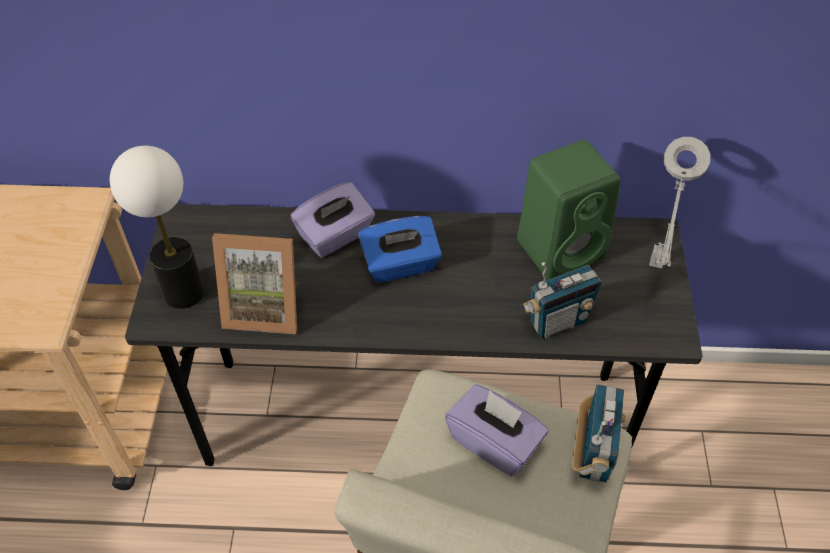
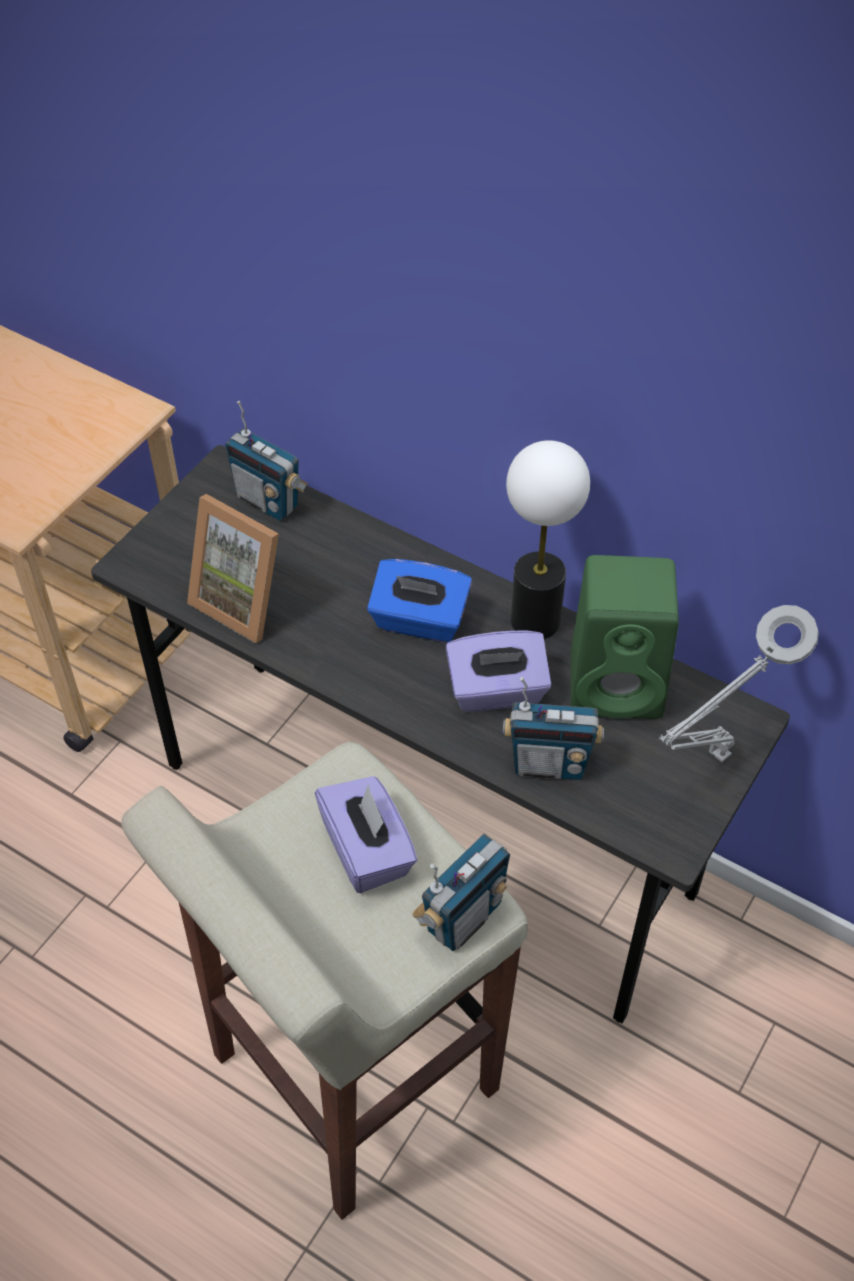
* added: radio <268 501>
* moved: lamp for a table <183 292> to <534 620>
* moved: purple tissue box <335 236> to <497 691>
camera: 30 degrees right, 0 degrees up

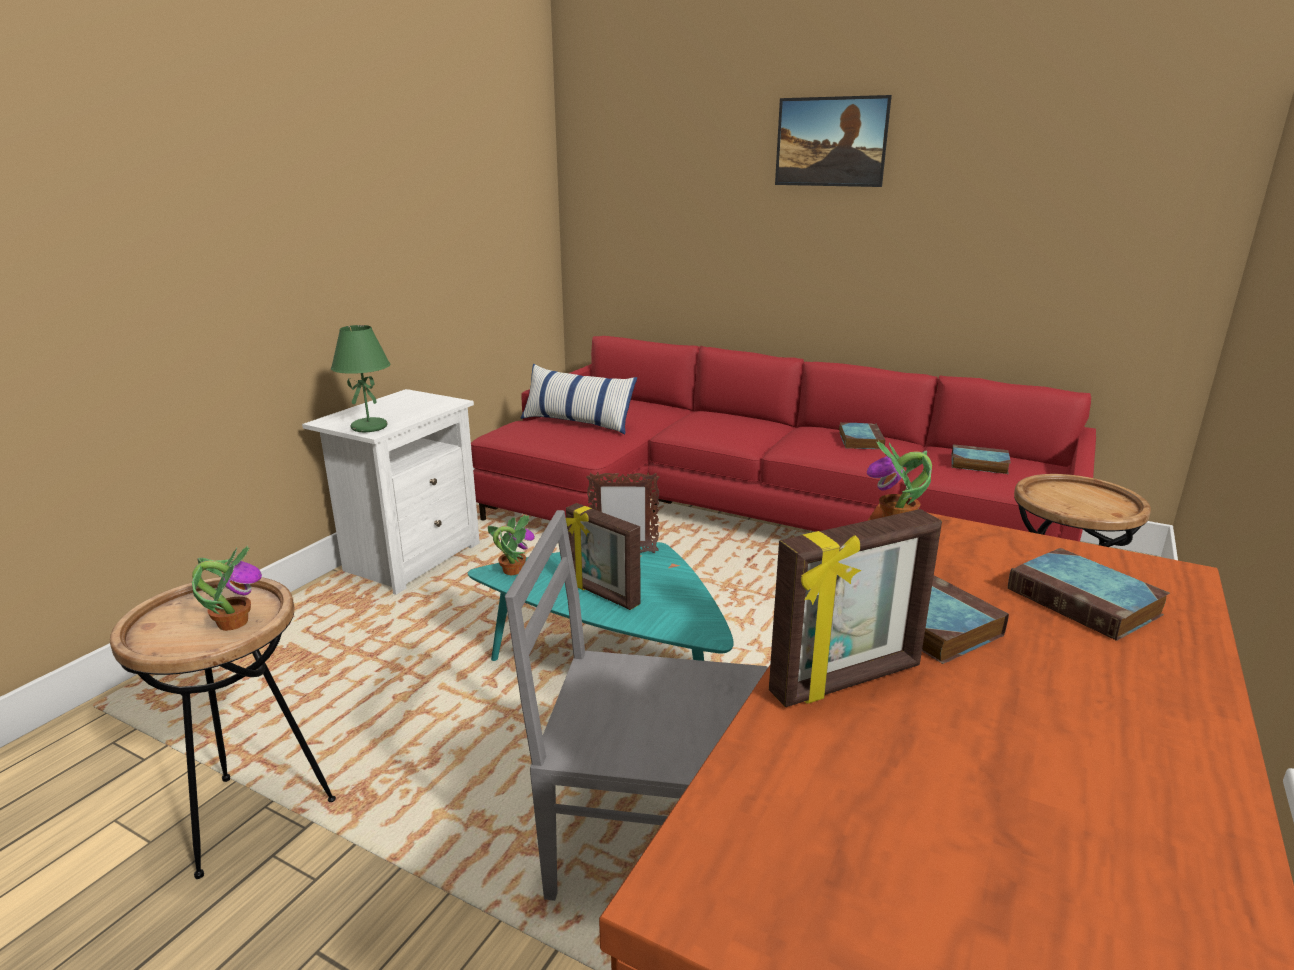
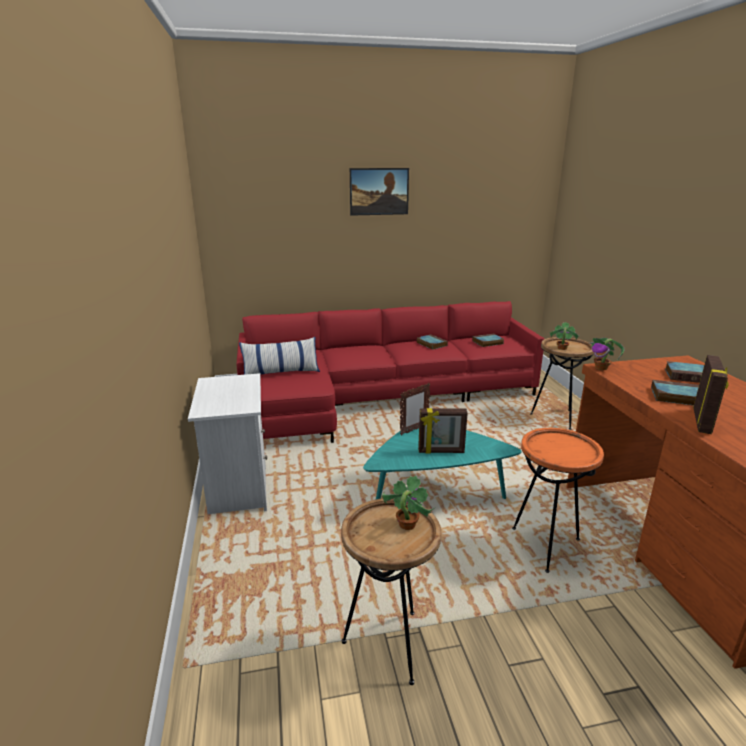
* removed: green-coloured lamp for a table <370 427>
* moved: houseplant <512 570> to <561 348>
* replaced: greyish plain chair <650 841> to orange-coloured side table <545 546>
camera: 40 degrees left, 0 degrees up

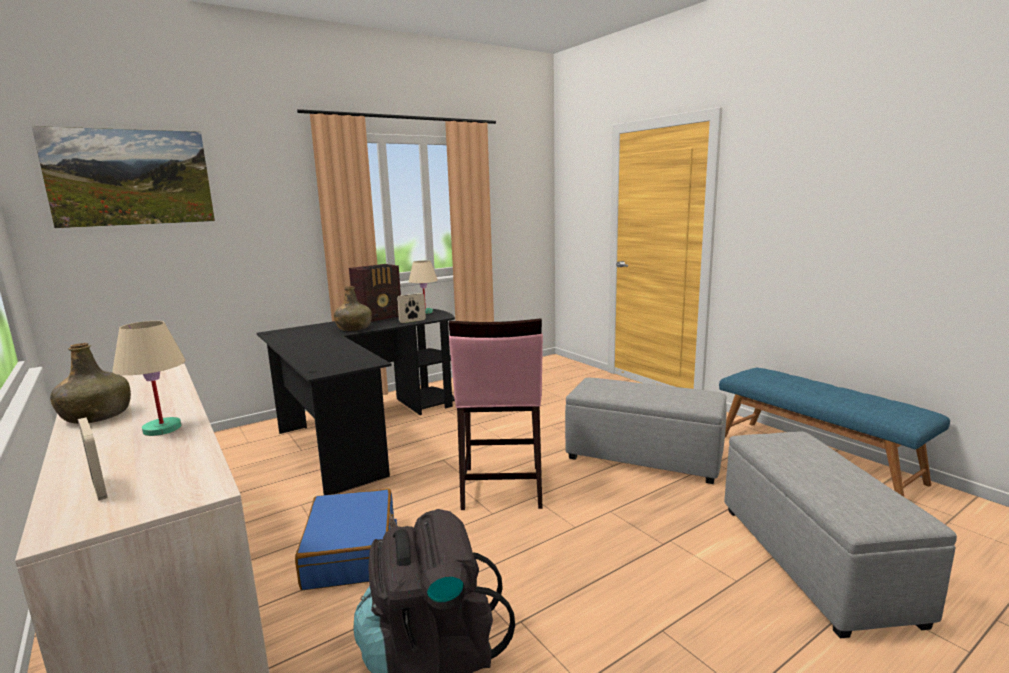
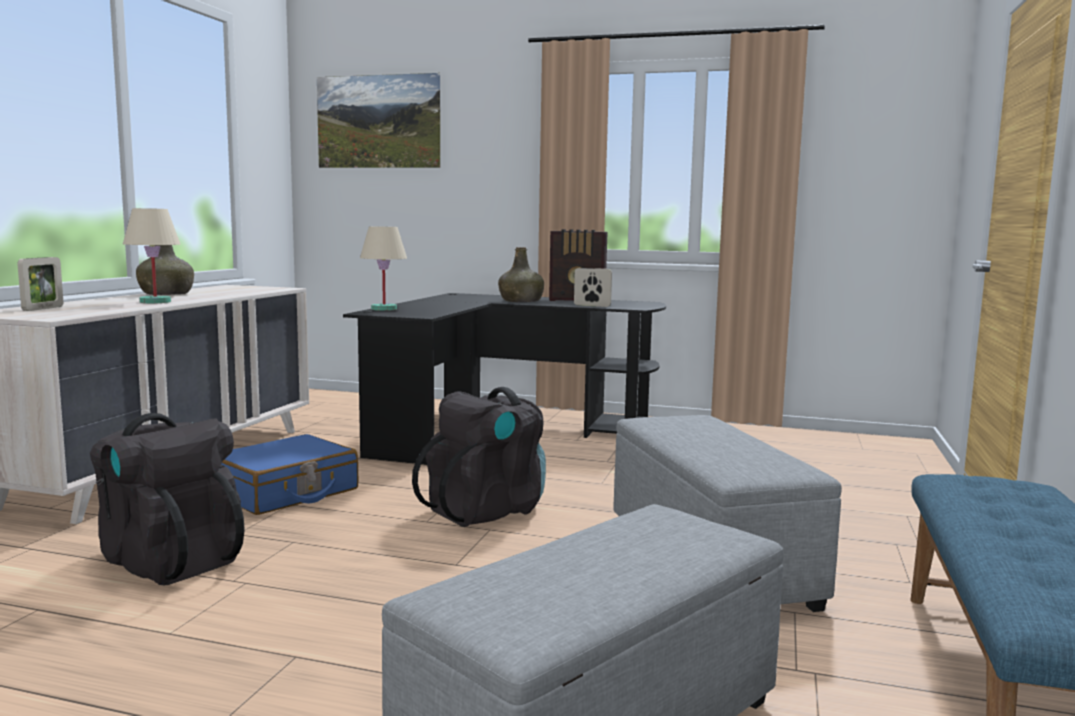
* moved: beige-coloured lamp for a table <425 312> to <384 309>
* replaced: pink-coloured sitting stool <501 487> to black backpack <486 510>
camera: 50 degrees right, 5 degrees down

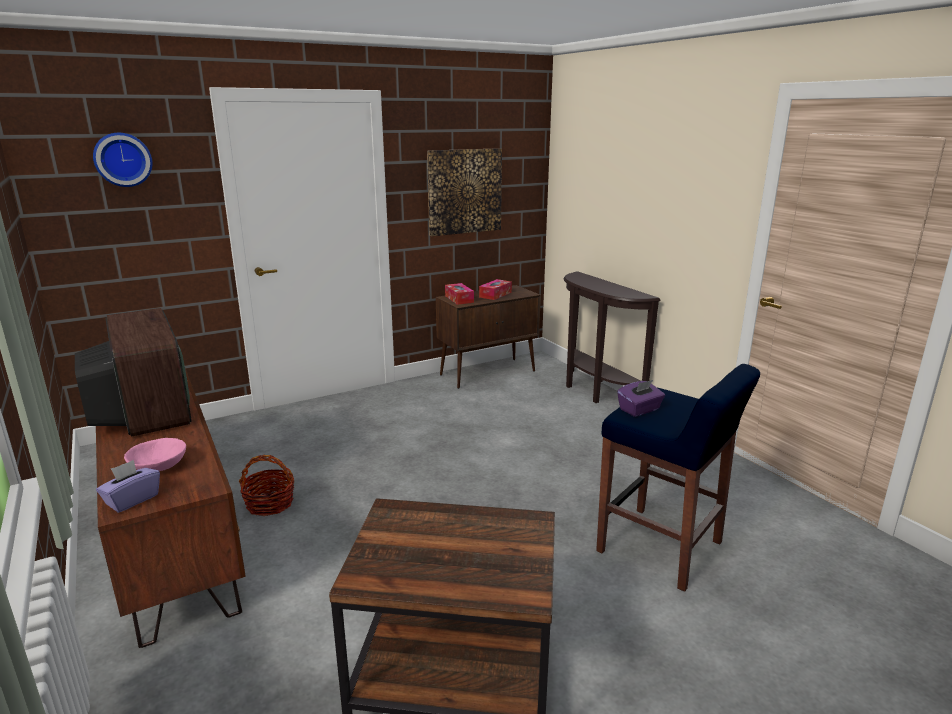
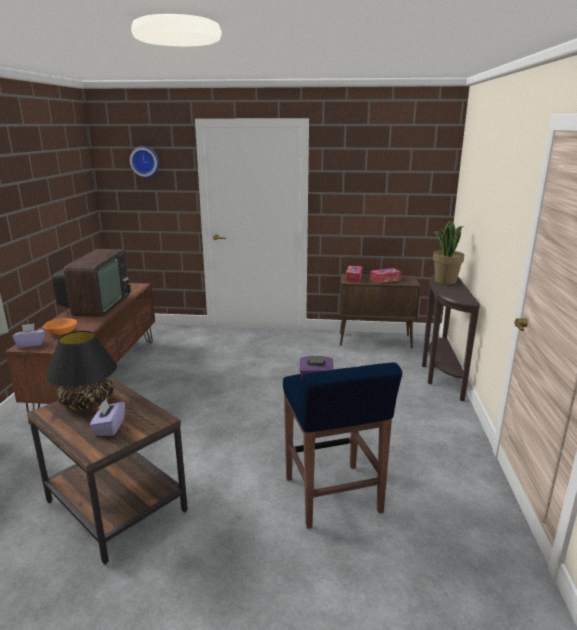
* removed: household basket <270 503>
* removed: picture <464 191>
* added: black lamp for a table <87 402>
* added: purple tissue box <109 428>
* added: houseplant <445 281>
* recoloured: pink-coloured deep dish <158 467> to orange-coloured deep dish <61 333>
camera: 35 degrees right, 0 degrees up

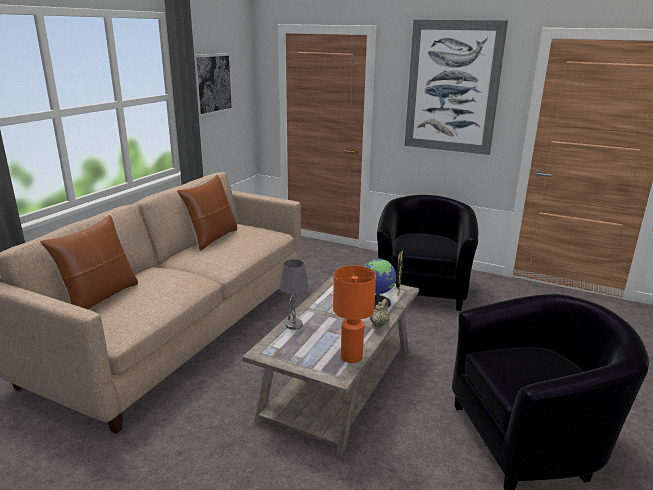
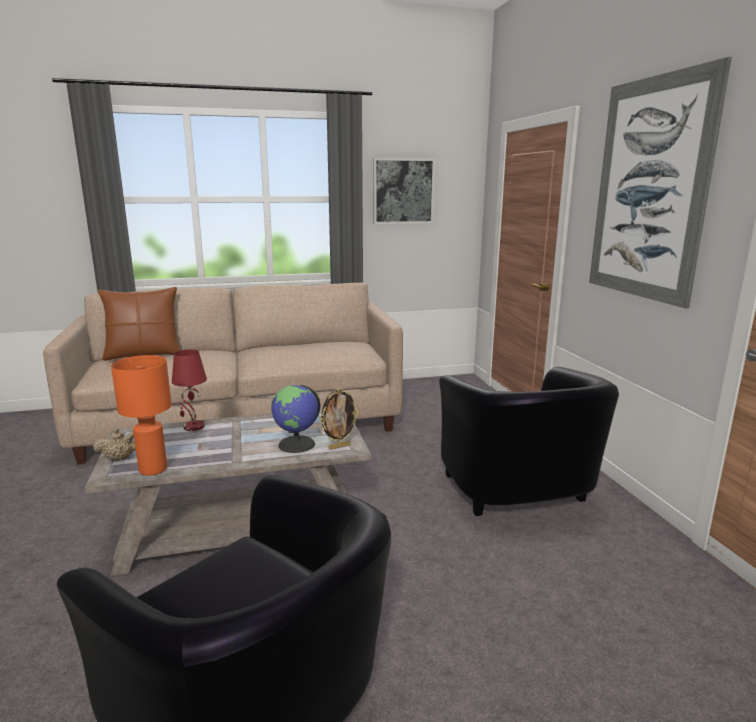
* removed: brown pillow <211 238>
* moved: beige-coloured pot for tea <379 324> to <121 458>
* recoloured: greyish lamp for a table <294 325> to red lamp for a table <193 427>
* turned: black armchair <422 289> = <519 495> 105 degrees clockwise
camera: 50 degrees right, 5 degrees down

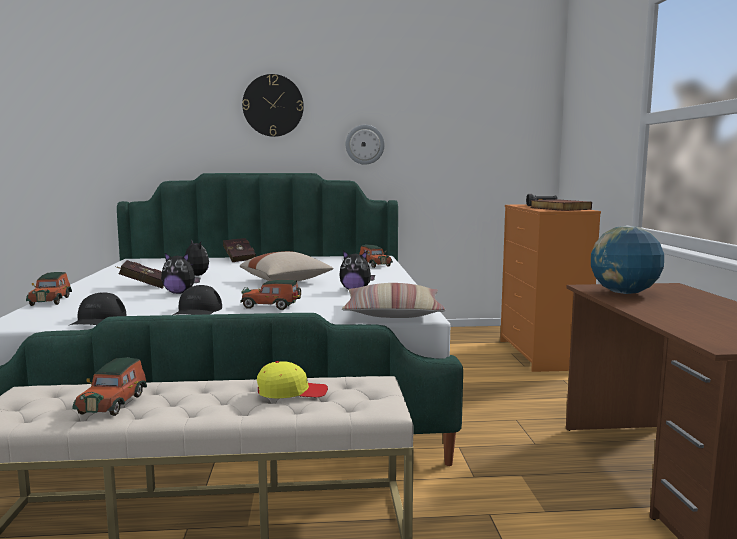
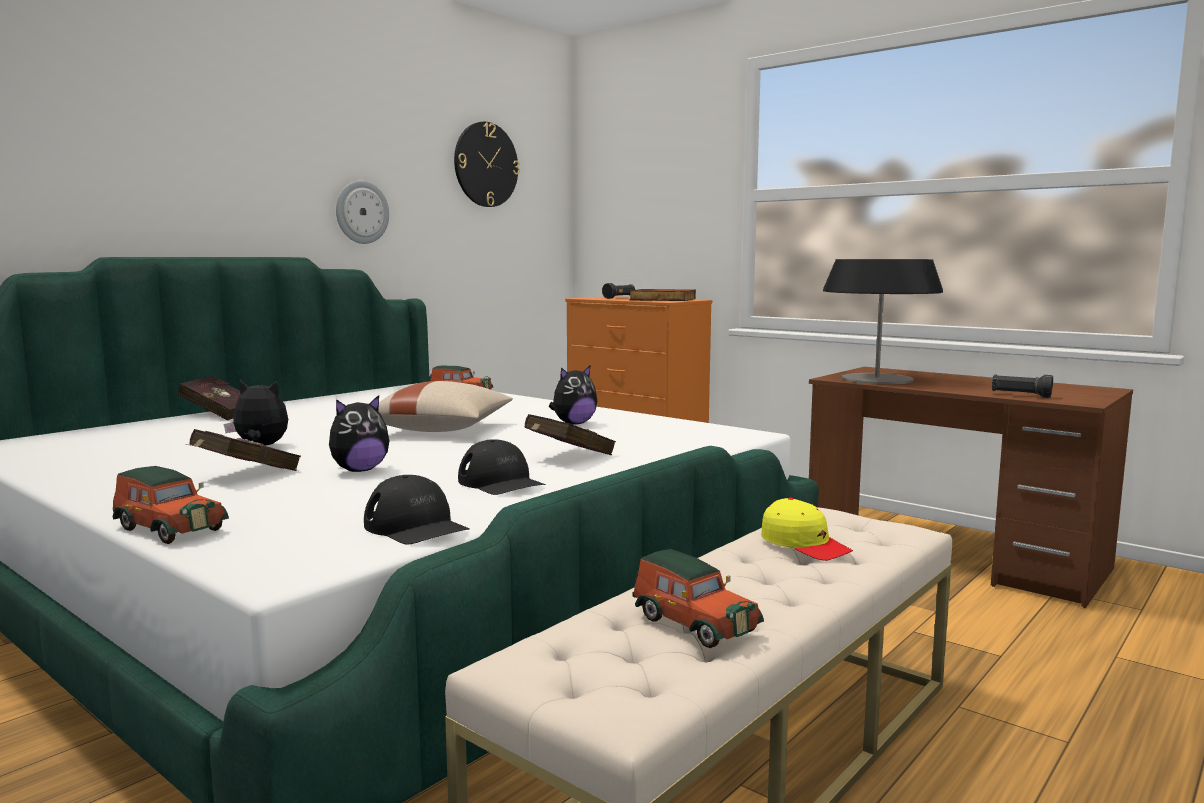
* removed: pillow <393 313>
* added: black hand torch <1020 395>
* moved: clock on the wall <273 105> to <486 164>
* replaced: toy car <272 306> to red volume <566 458>
* replaced: world globe <624 293> to lamp for a table <876 379>
* turned: yellow-coloured peaked cap <291 392> = <804 545> 105 degrees clockwise
camera: 45 degrees left, 0 degrees up

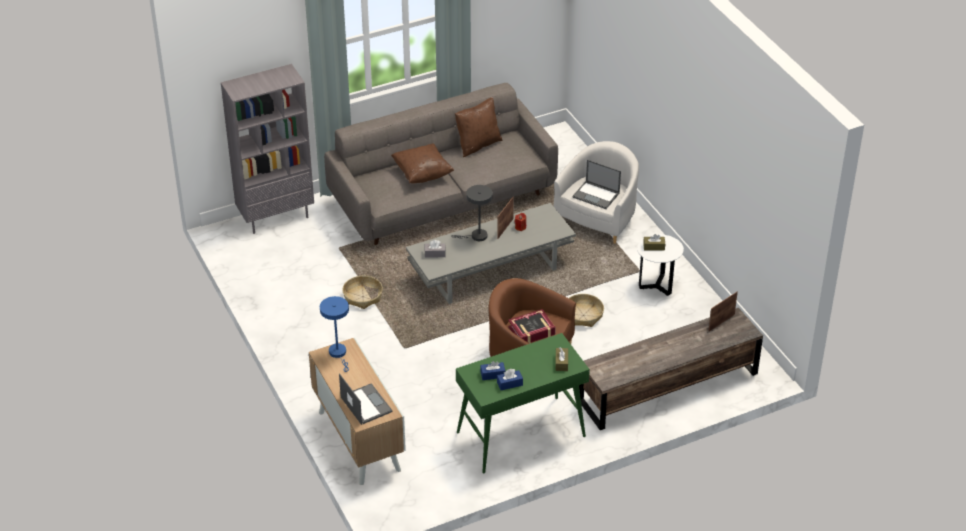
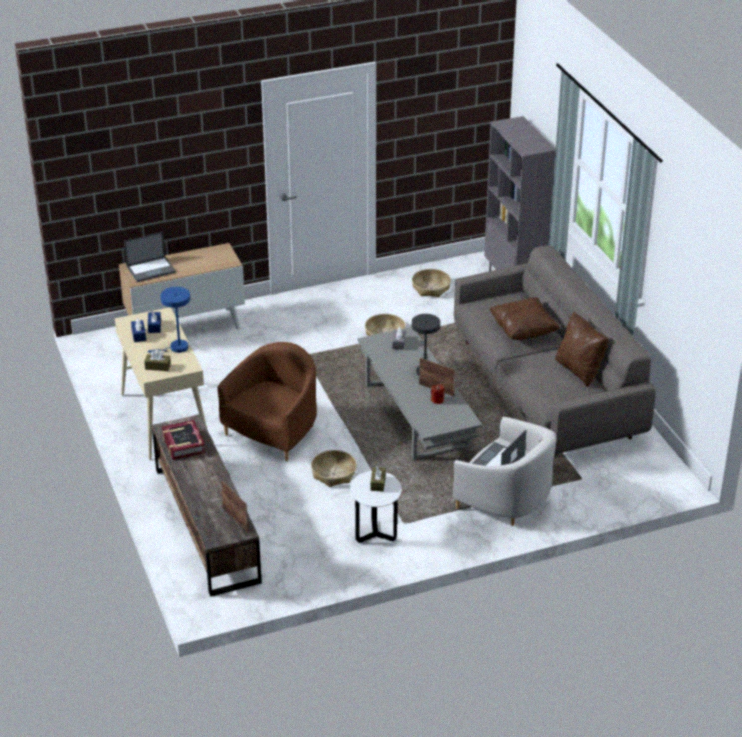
* added: household basket <431 288>
* moved: blue lamp for a table <339 354> to <176 348>
* moved: volume <531 331> to <183 444>
* recoloured: green-coloured console table <520 435> to beige-coloured console table <164 419>
camera: 95 degrees right, 5 degrees down

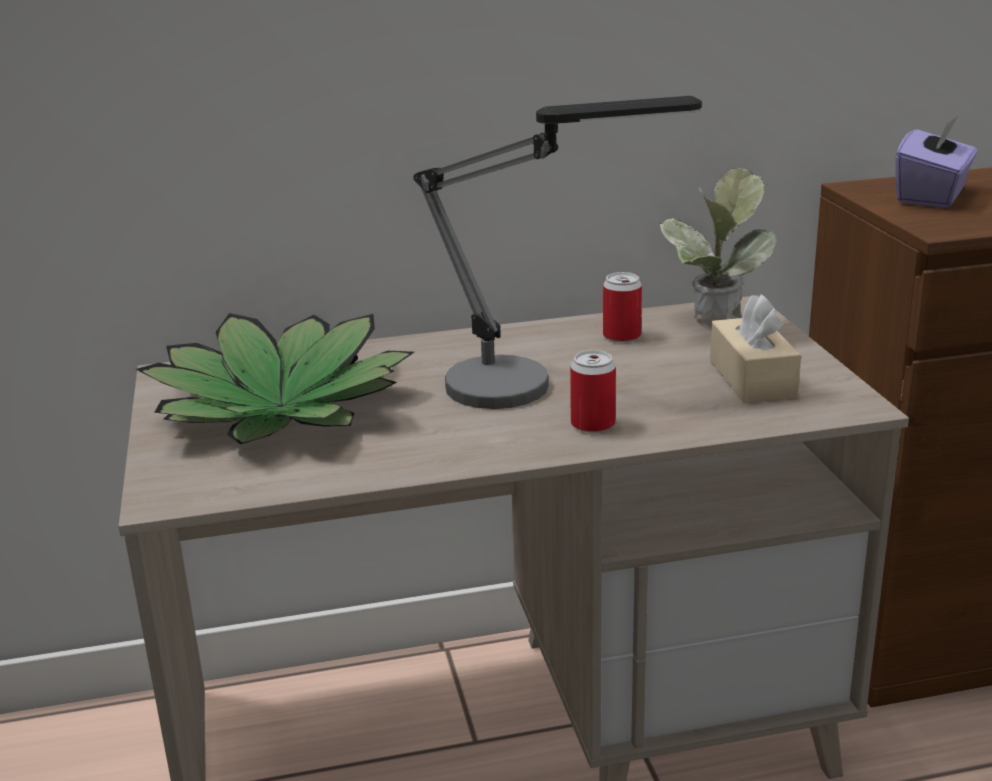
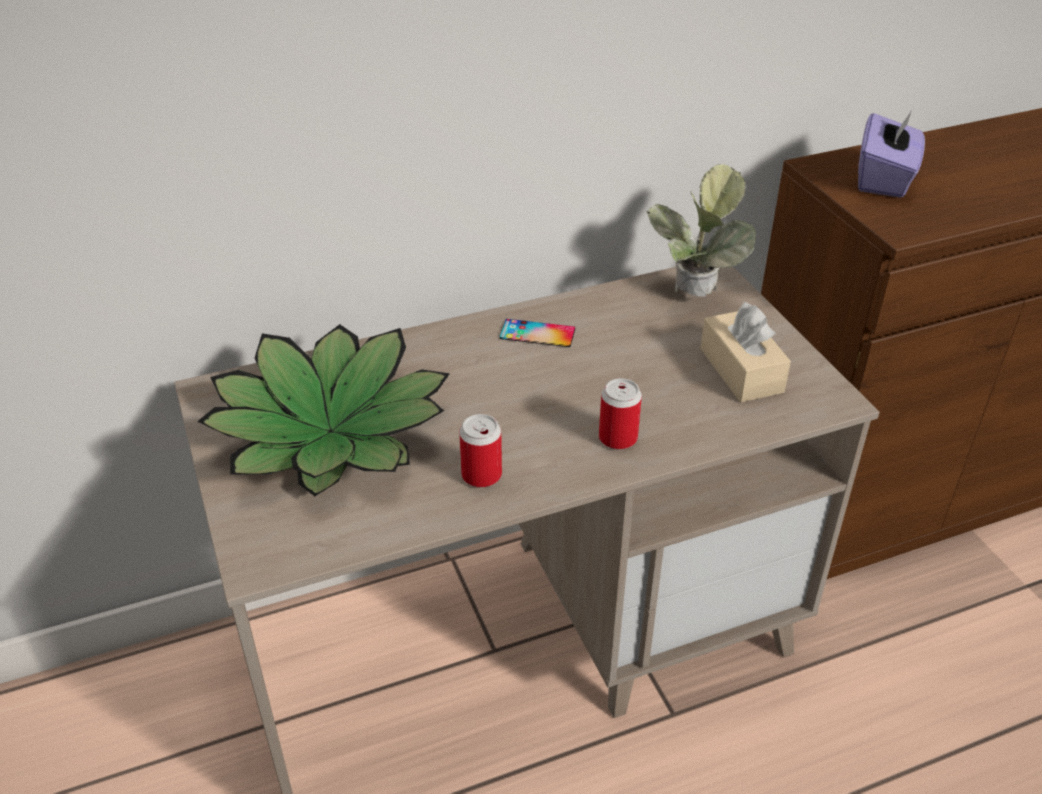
* removed: lamp for a table <530 385>
* added: phone <537 333>
* moved: can <621 336> to <481 475>
camera: 10 degrees left, 15 degrees up

